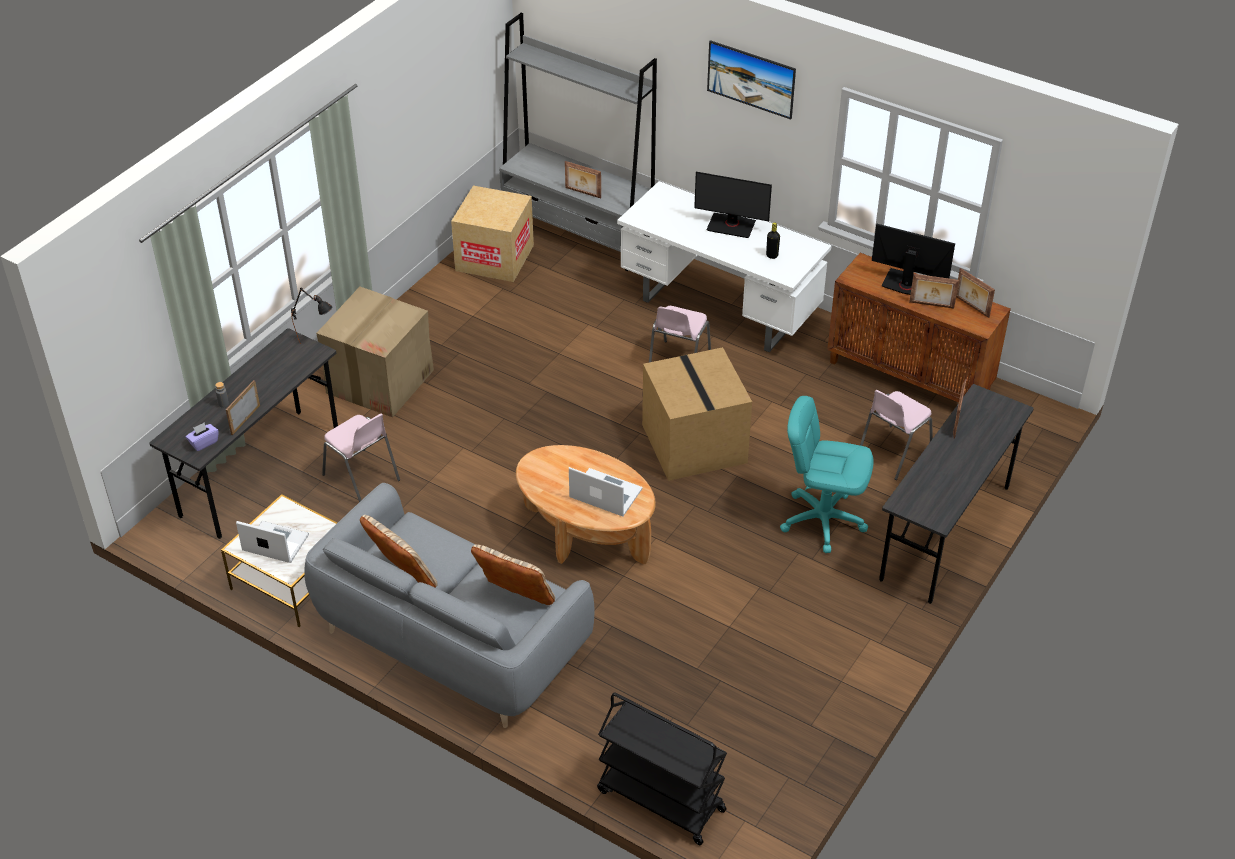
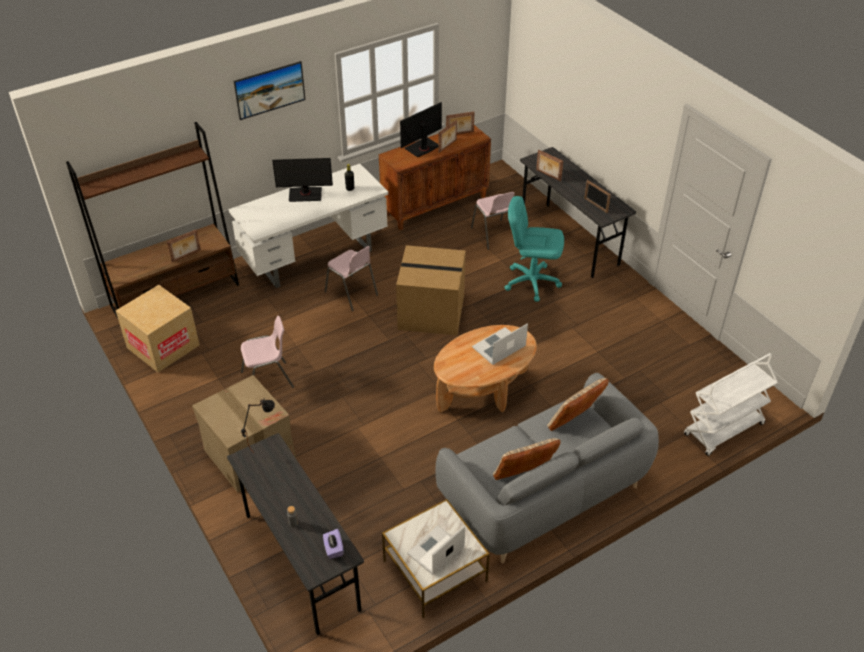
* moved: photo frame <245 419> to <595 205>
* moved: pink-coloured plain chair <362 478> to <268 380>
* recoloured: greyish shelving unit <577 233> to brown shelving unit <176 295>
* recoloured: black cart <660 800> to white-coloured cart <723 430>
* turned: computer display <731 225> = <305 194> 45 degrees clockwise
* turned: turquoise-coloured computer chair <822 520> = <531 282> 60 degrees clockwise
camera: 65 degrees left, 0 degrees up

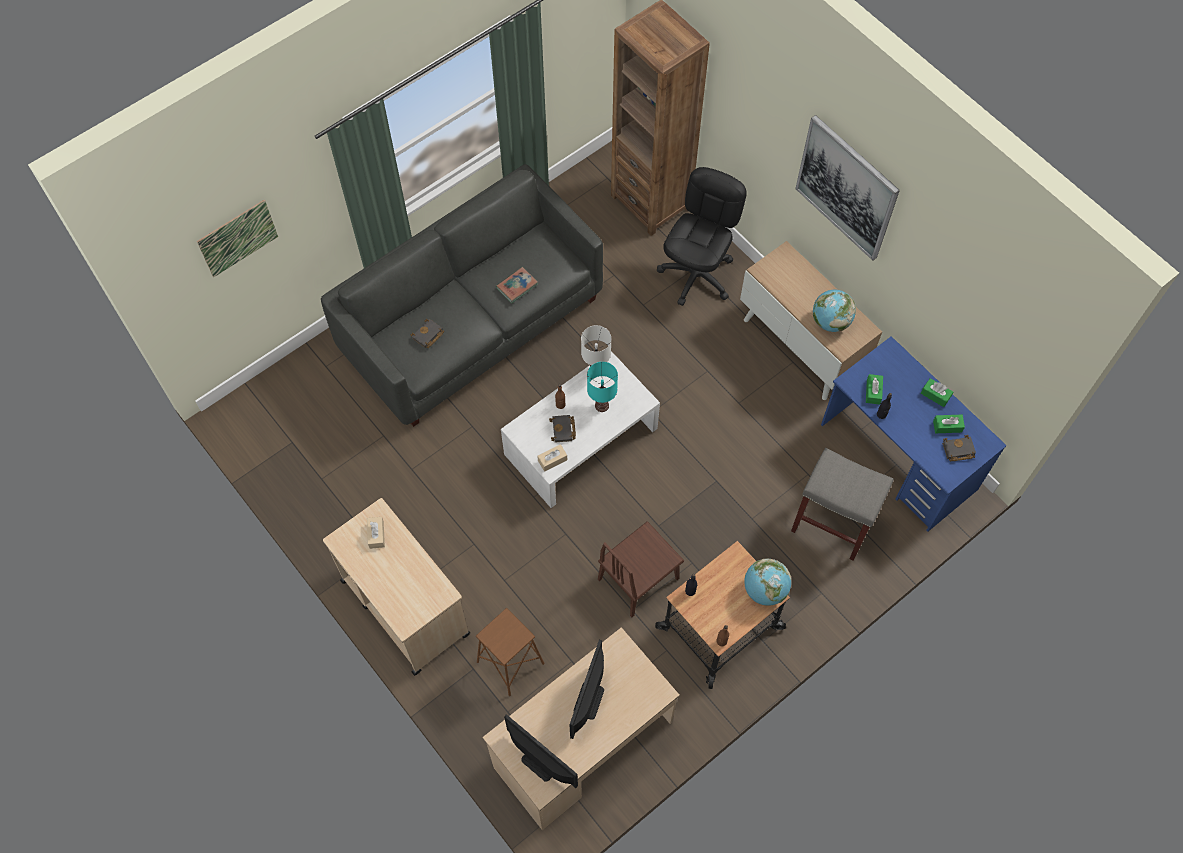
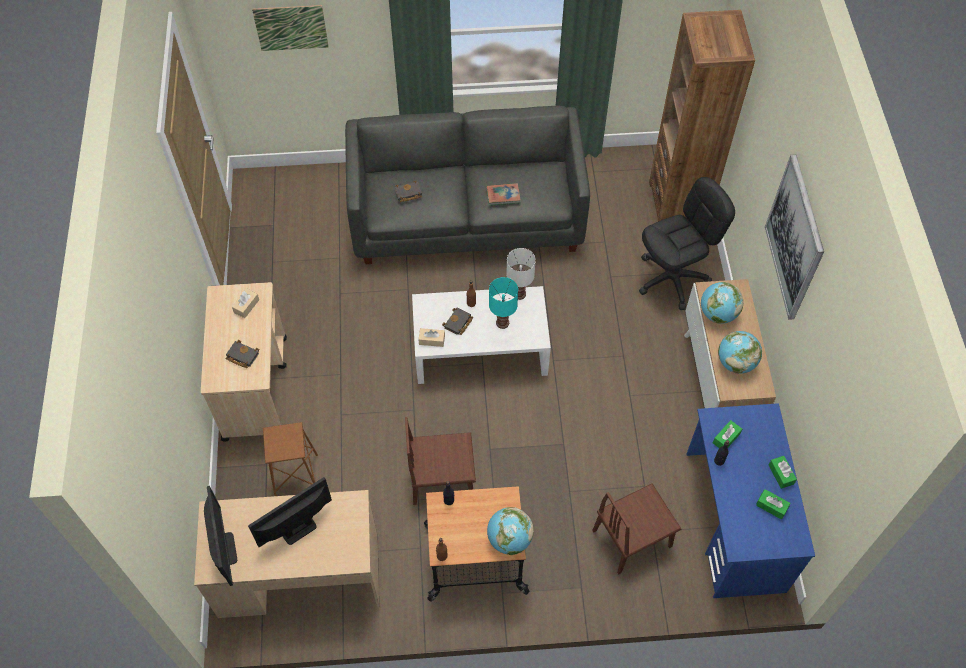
* added: world globe <717 314>
* moved: black volume <957 450> to <241 356>
* replaced: greyish sitting stool <830 525> to brown plain chair <632 538>
camera: 35 degrees right, 5 degrees down

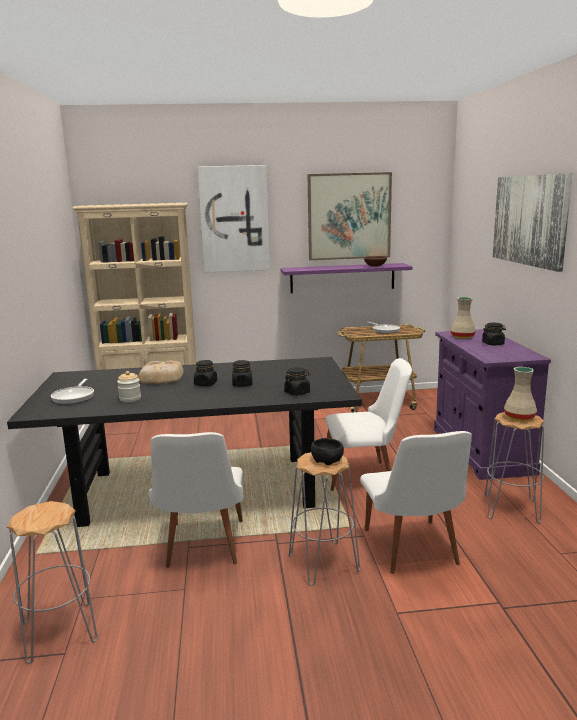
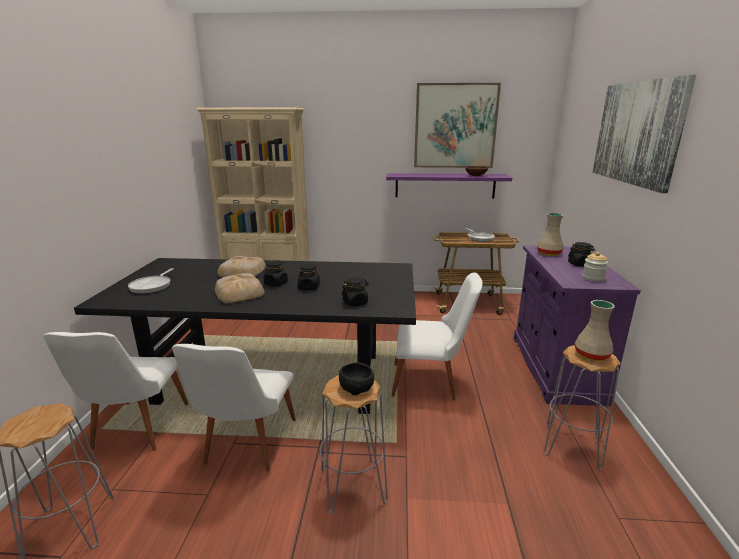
* removed: picture <234 219>
* added: bakery bread <240 293>
* moved: preserve jar <130 399> to <592 278>
* moved: white-coloured plain chair <413 552> to <135 431>
camera: 10 degrees right, 5 degrees up

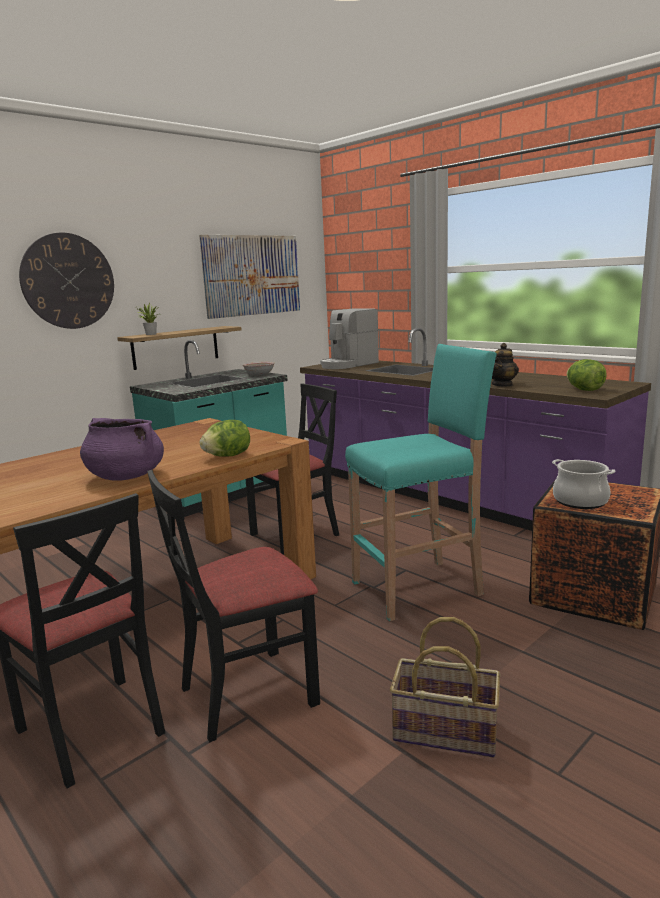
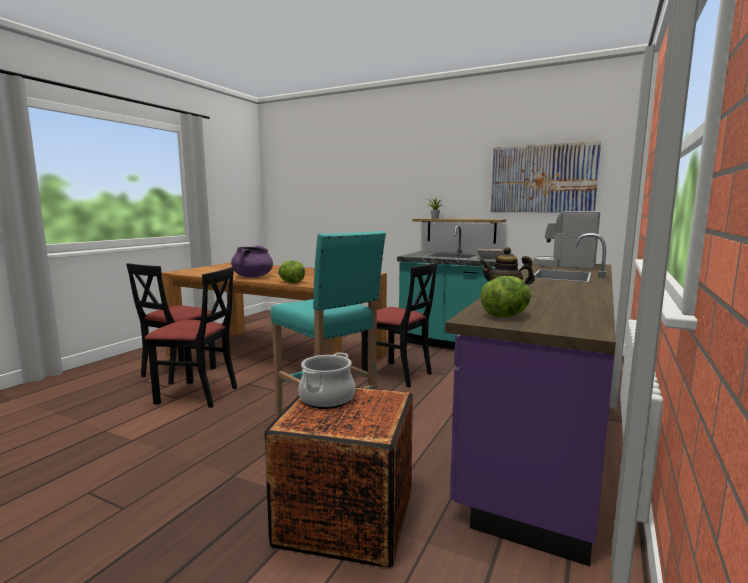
* removed: clock on the wall <68 281>
* removed: household basket <444 732>
* turned: black plain chair <248 693> = <198 394> 150 degrees clockwise
camera: 70 degrees right, 5 degrees down

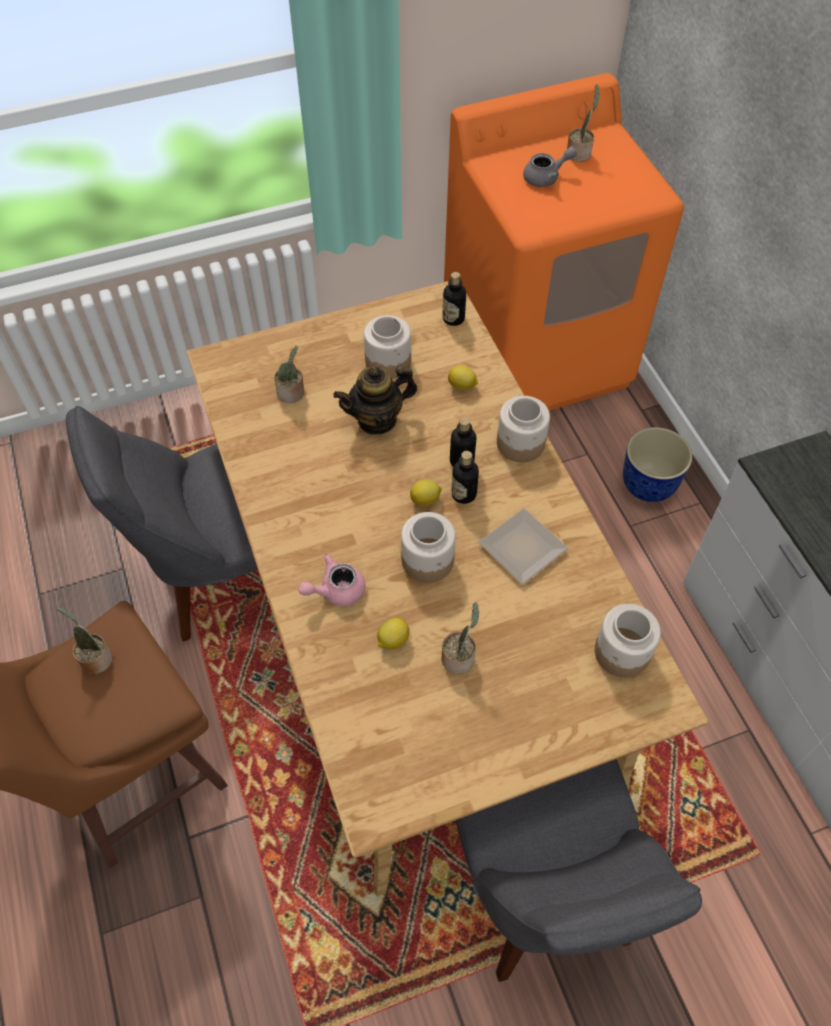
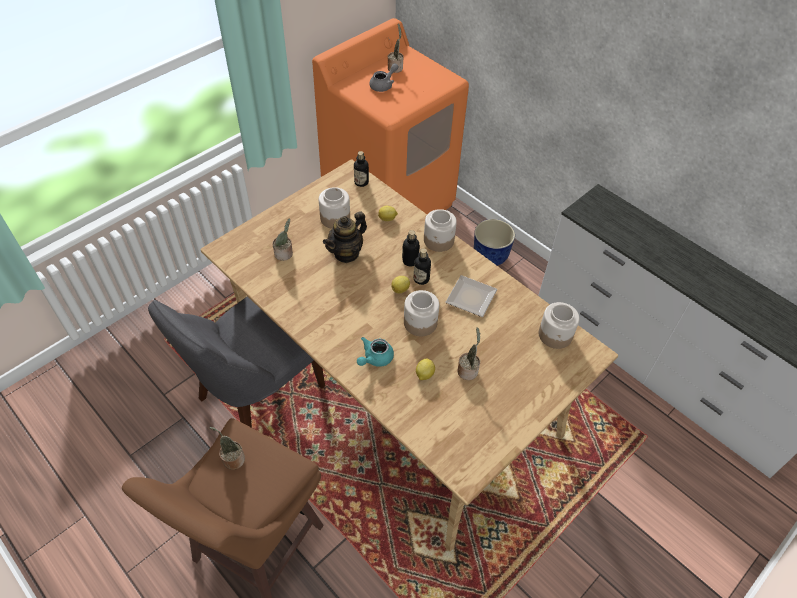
* removed: greyish plain chair <540 886>
* recoloured: pink-coloured pot for tea <336 590> to turquoise-coloured pot for tea <375 358>
camera: 25 degrees left, 5 degrees down

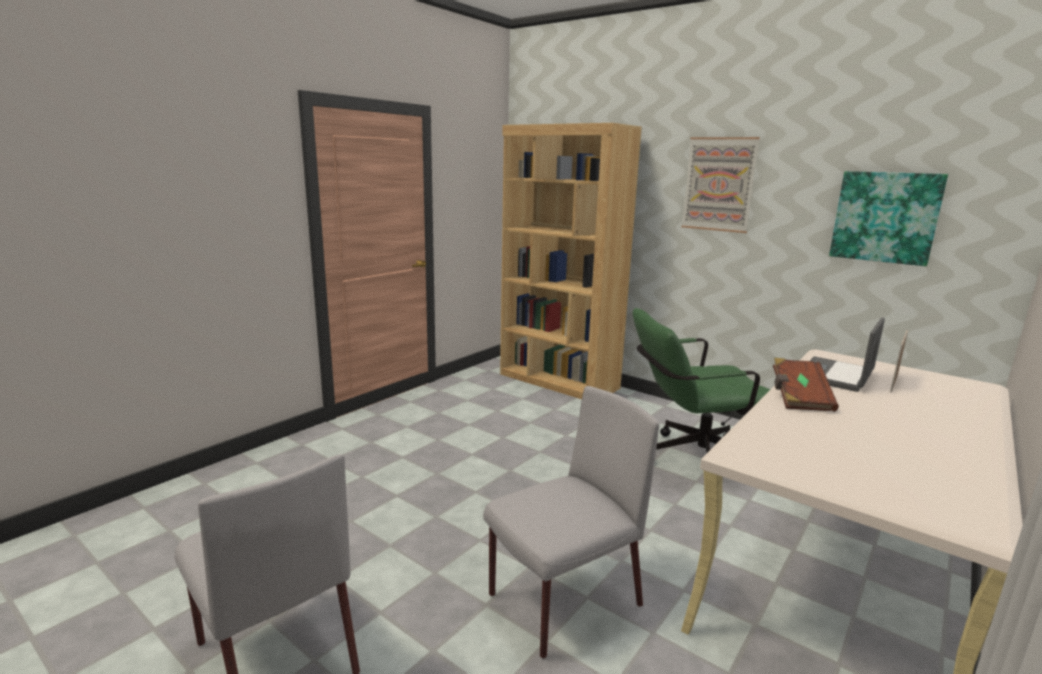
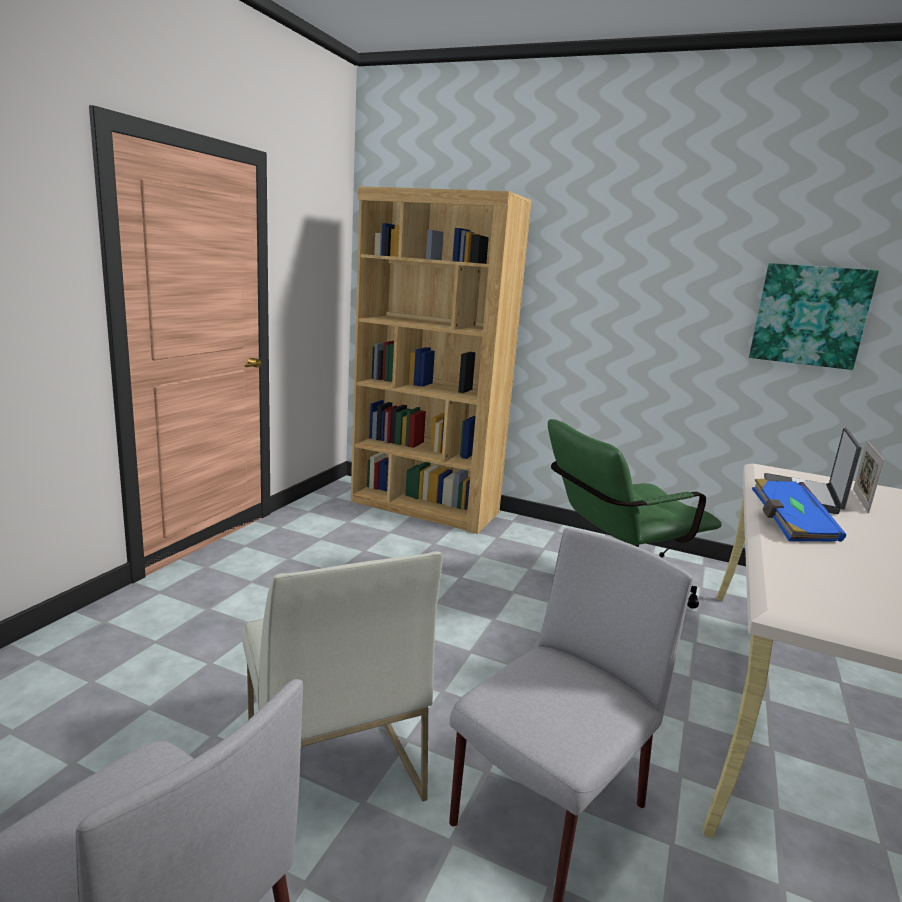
* removed: picture <719 184>
* added: white-coloured plain chair <330 762>
* recoloured: brown volume <799 398> to blue volume <790 526>
camera: 15 degrees left, 0 degrees up

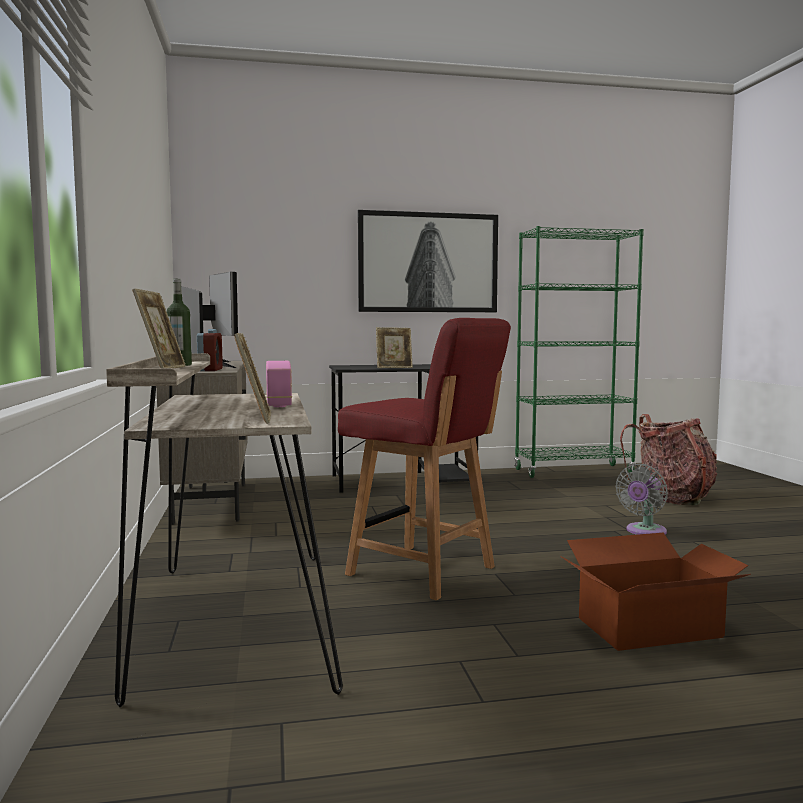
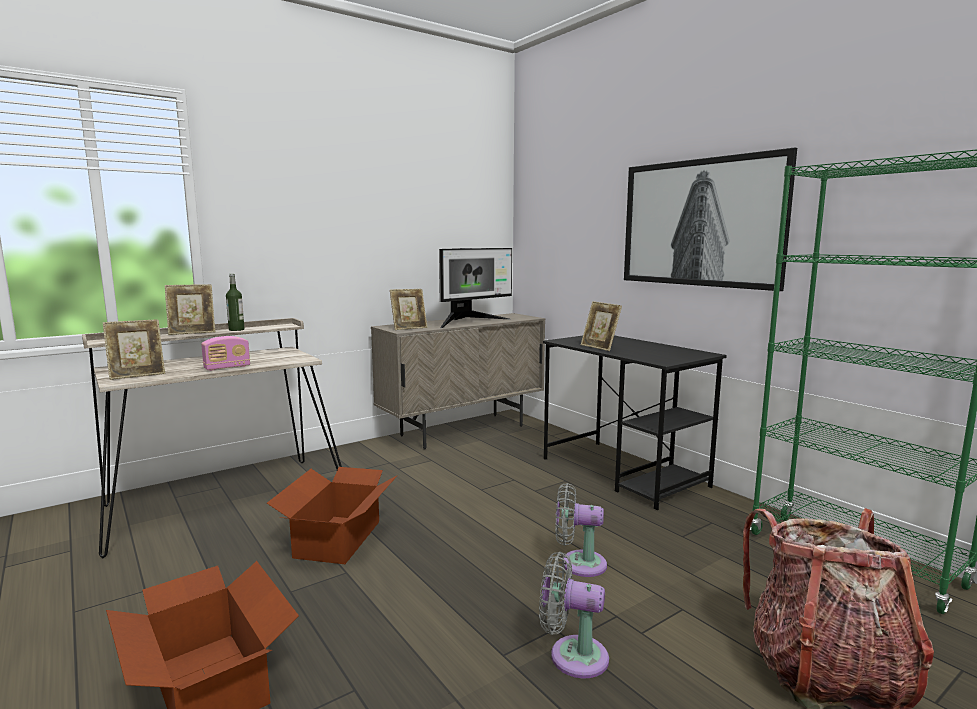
* added: greyish electric fan <578 563>
* replaced: bedside clock <210 370> to photo frame <409 328>
* replaced: red plain chair <424 572> to packing box <337 539>
camera: 65 degrees right, 5 degrees up

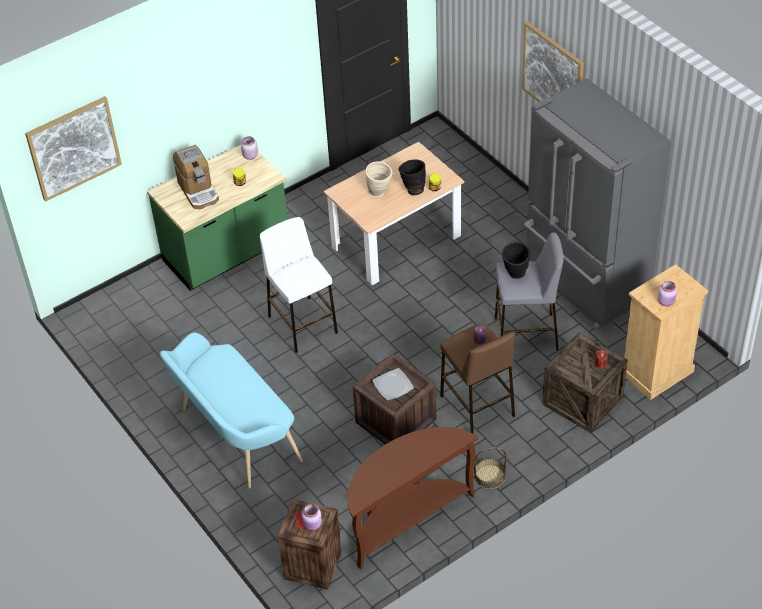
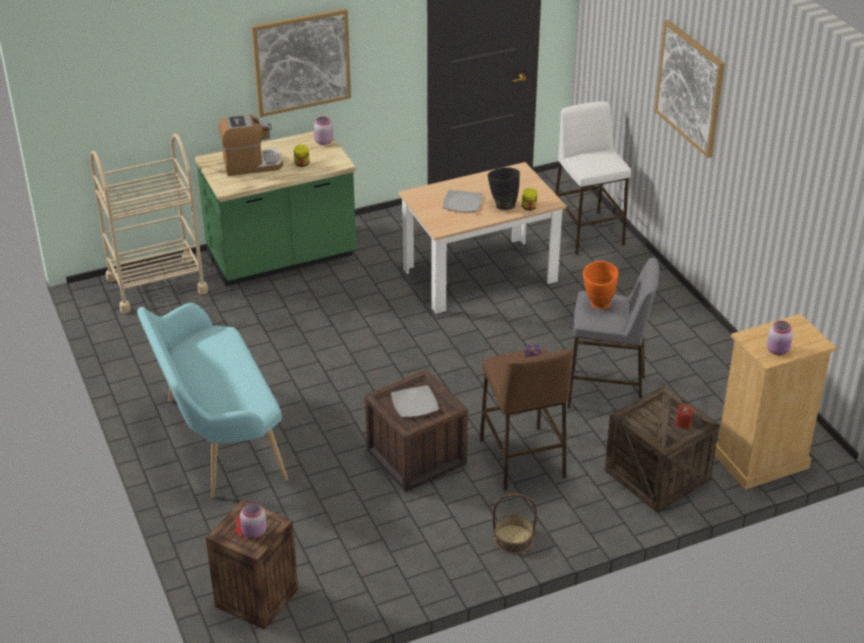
* removed: brown console table <406 519>
* removed: greyish fridge <584 284>
* added: beige-coloured cart <156 285>
* moved: picture <73 148> to <301 62>
* moved: white-coloured sitting stool <302 324> to <587 232>
* replaced: beige-coloured flower vase <380 193> to flat dish <462 203>
* recoloured: black flower vase <515 275> to orange-coloured flower vase <598 305>
* turned: coffee machine <198 191> = <251 164> 90 degrees counterclockwise
camera: 10 degrees right, 10 degrees down

